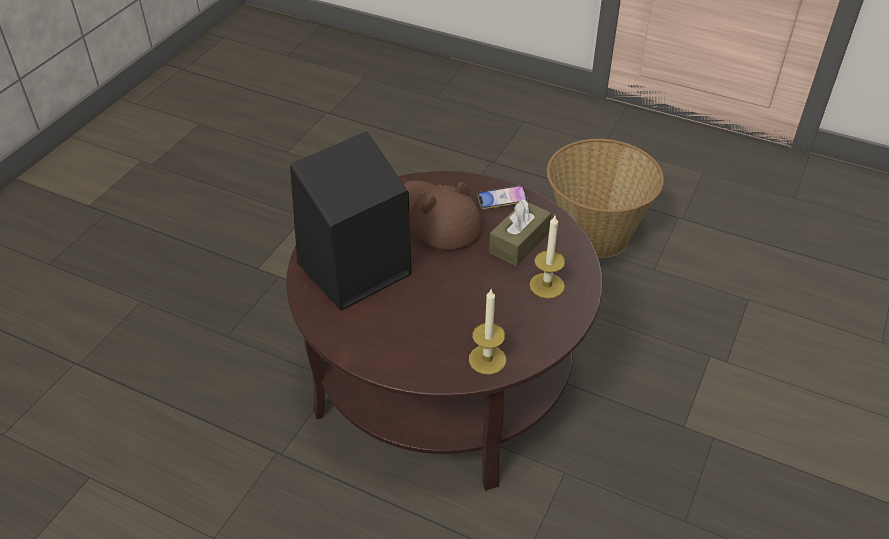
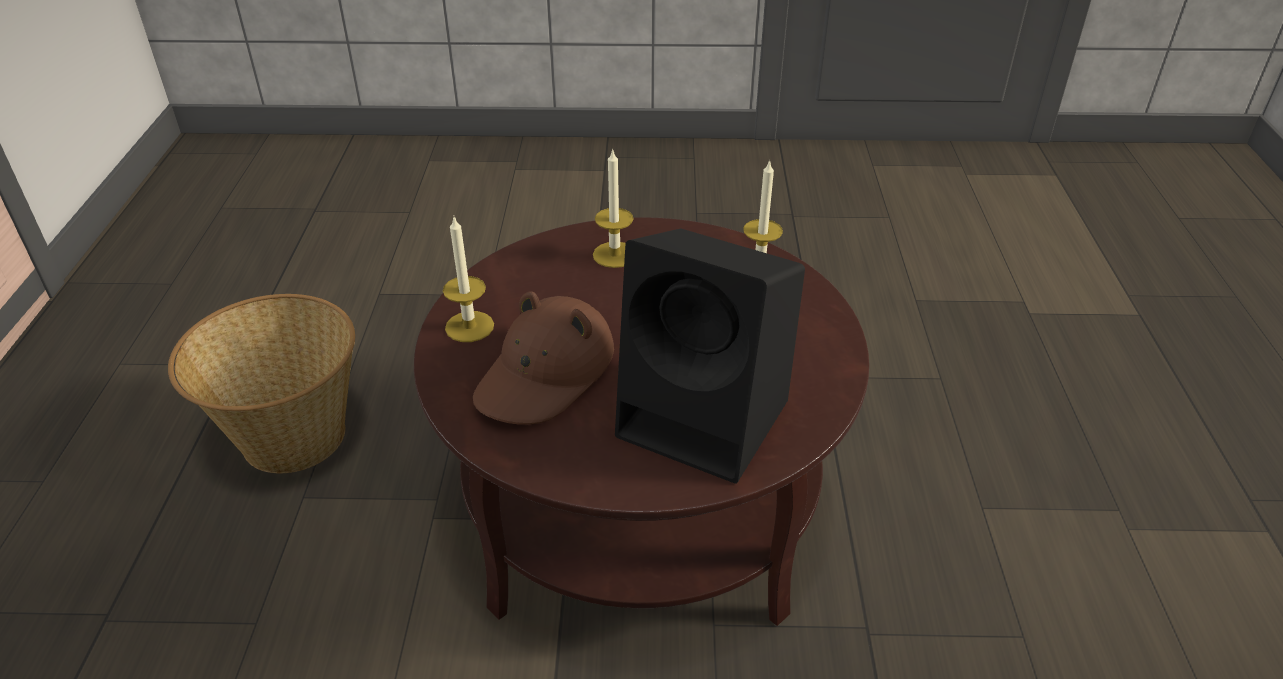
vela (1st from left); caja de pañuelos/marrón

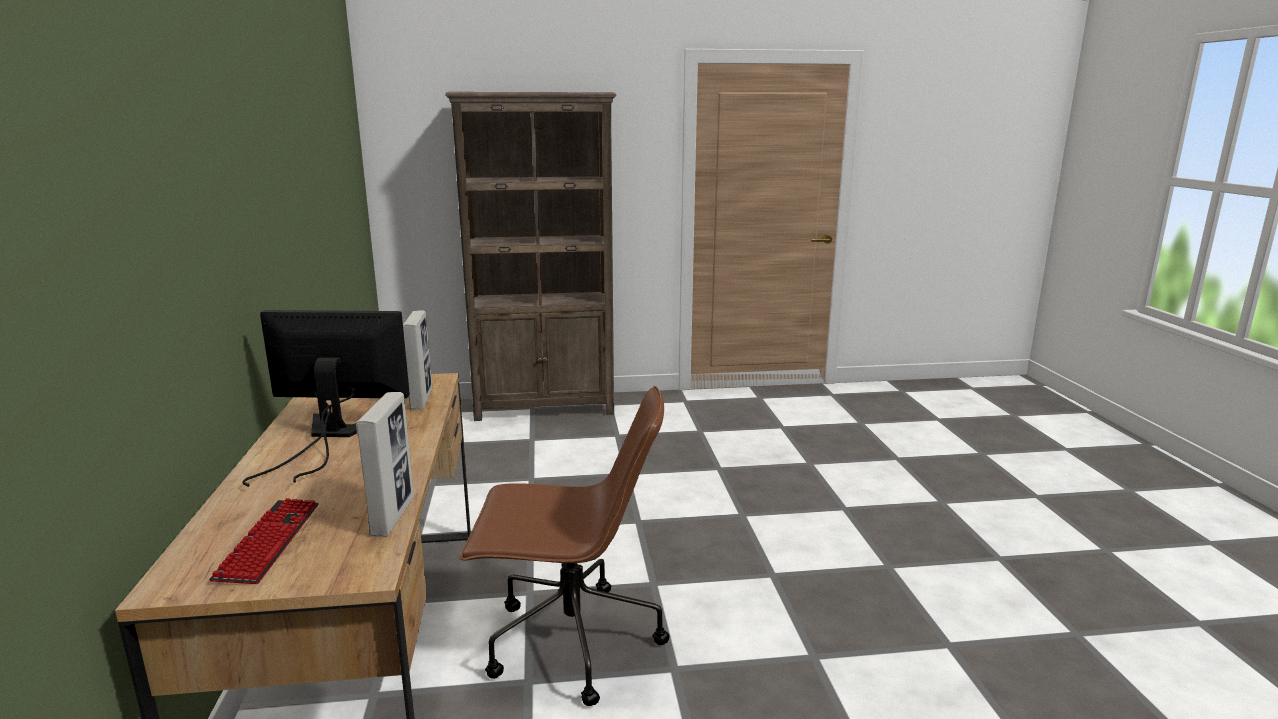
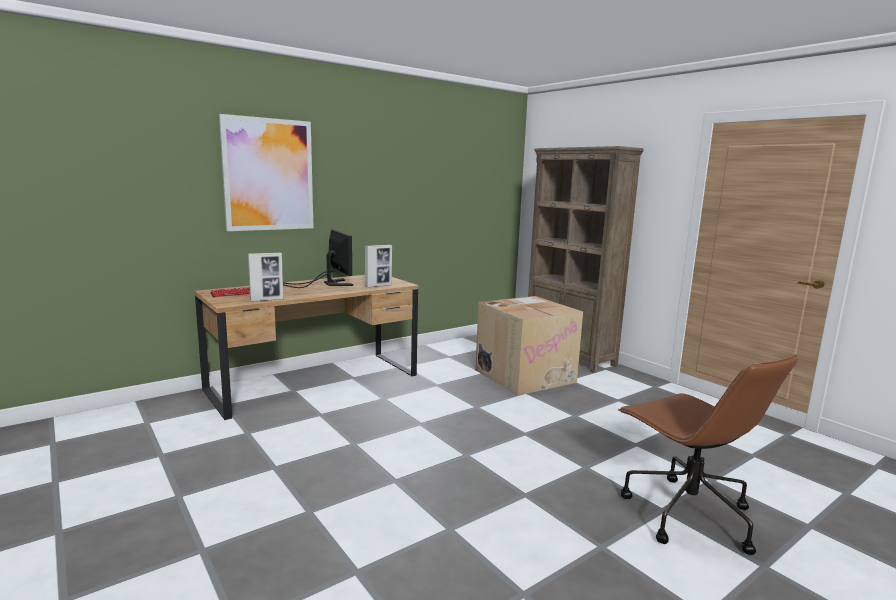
silla de oficina/marrón; cuadro; caja de cartón

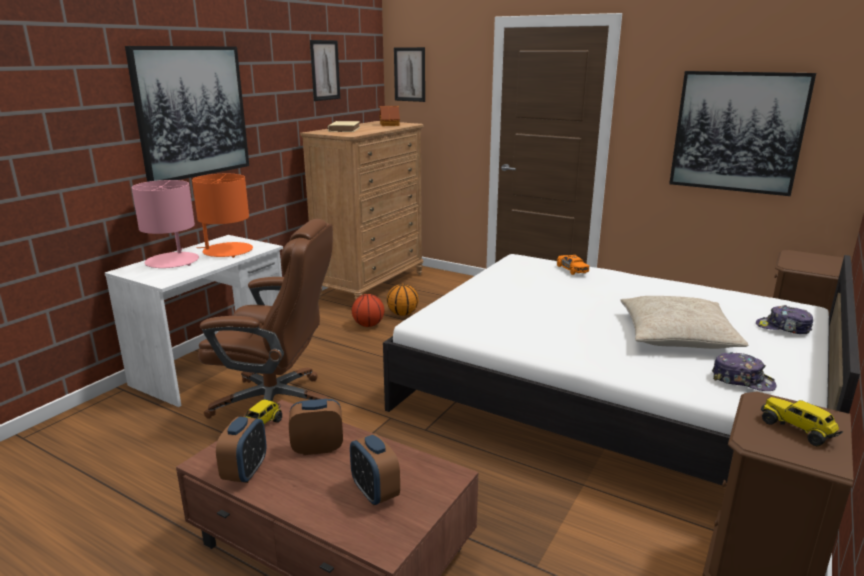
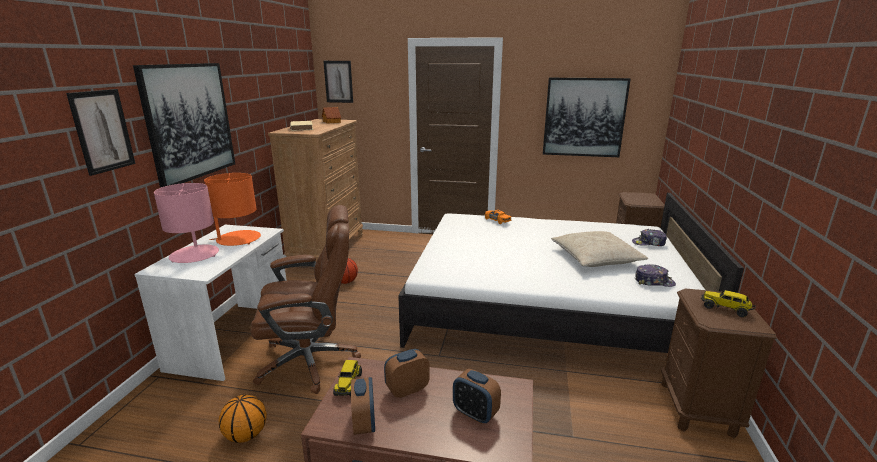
cuadro (1st from left); balón de baloncesto (1st from left)

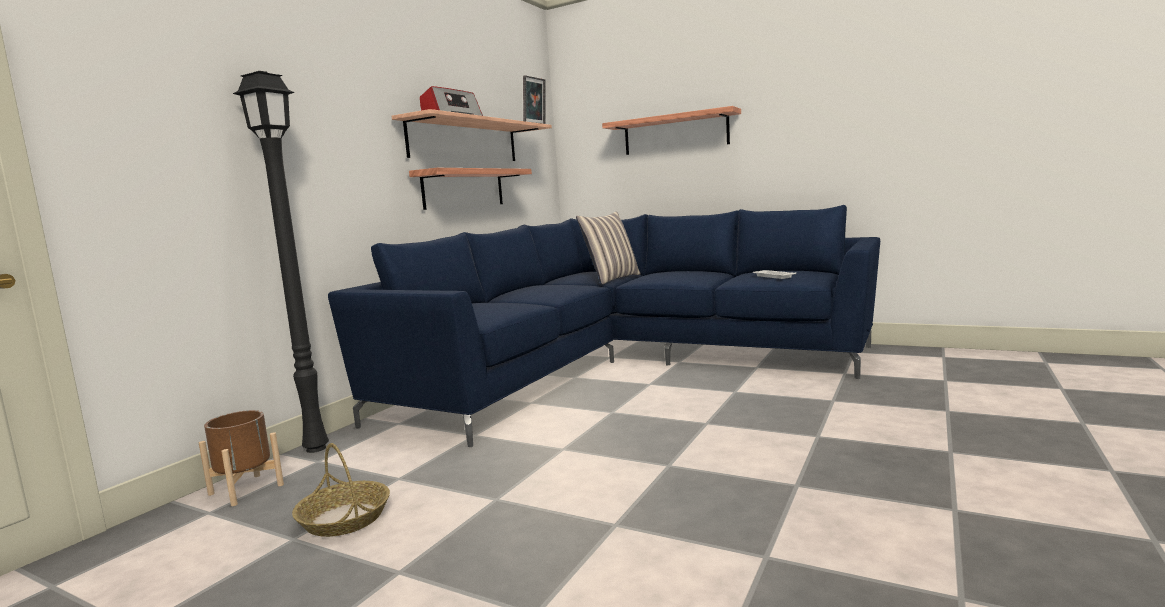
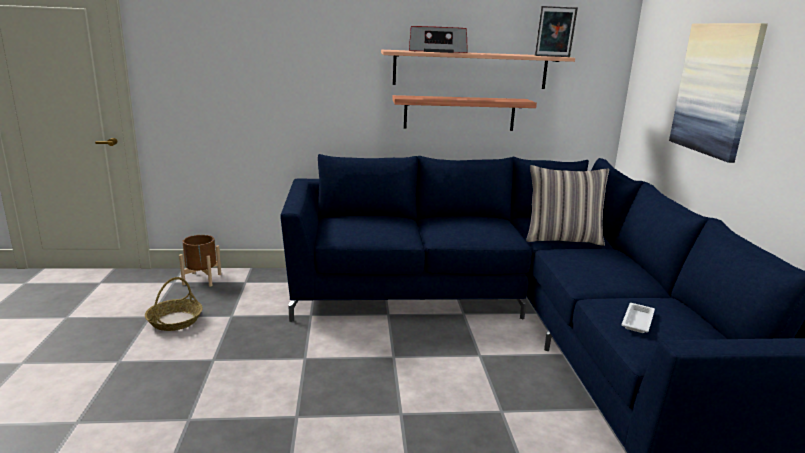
lámpara de pie/negro; cuadro

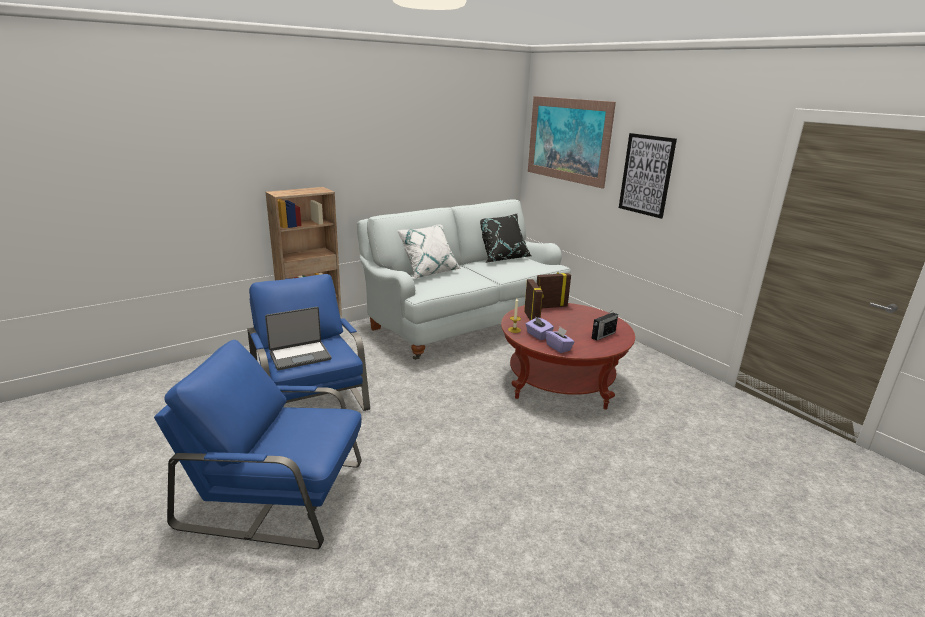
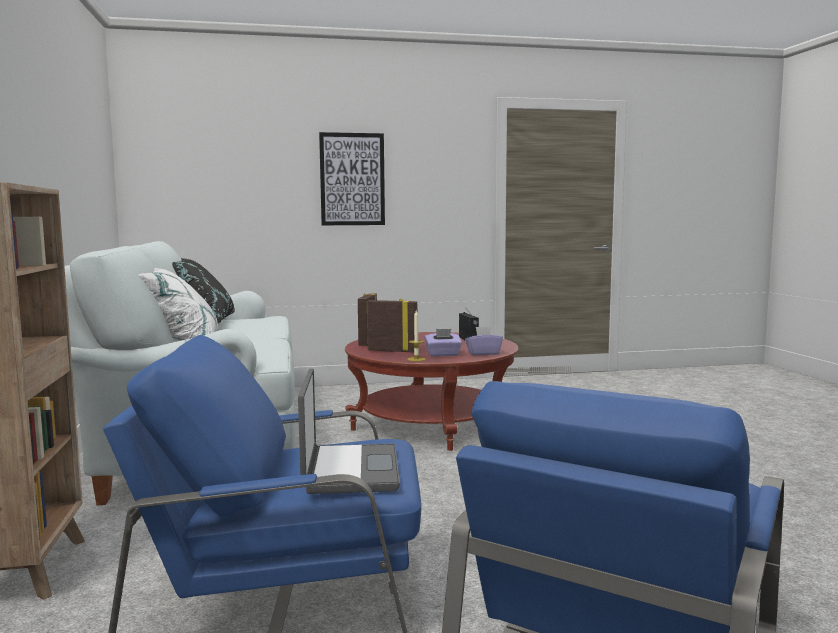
cuadro (1st from left in the first image)

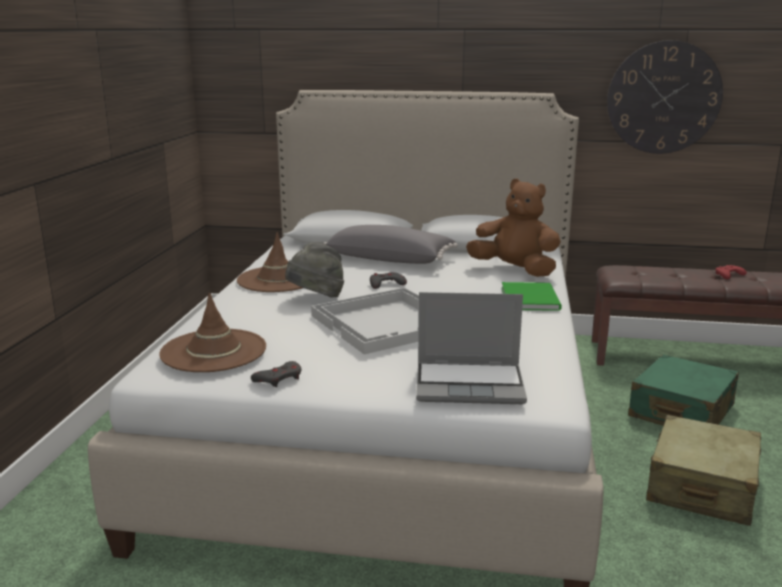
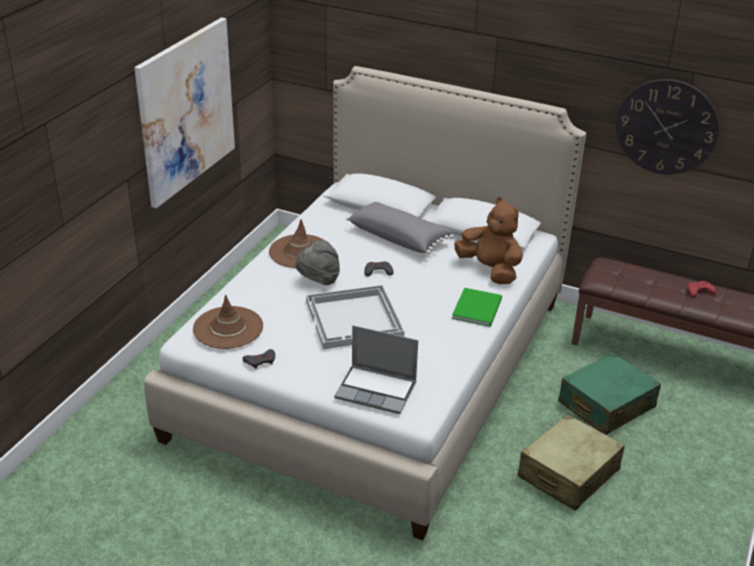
cuadro

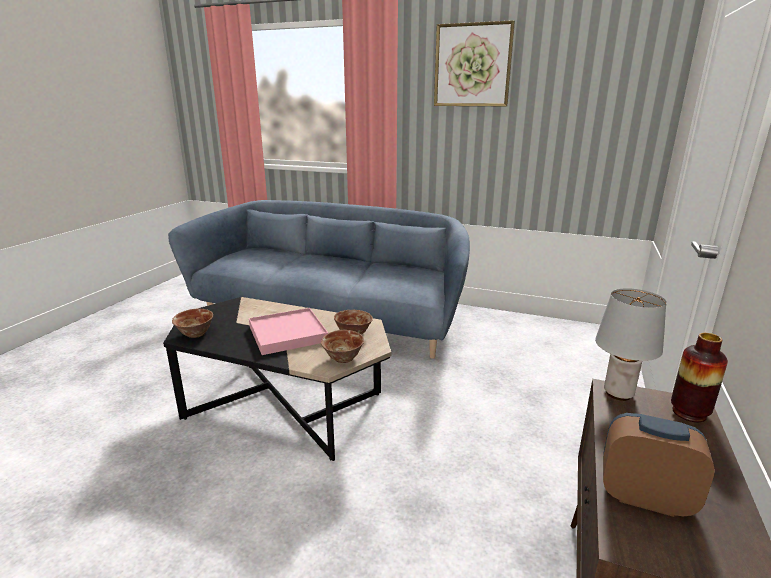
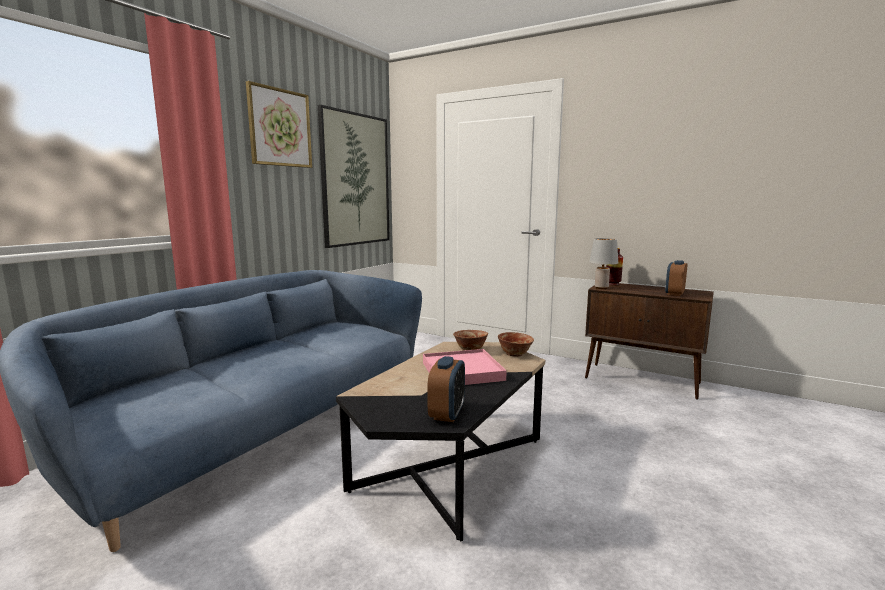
despertador (1st from left); cuadro (2nd from left)

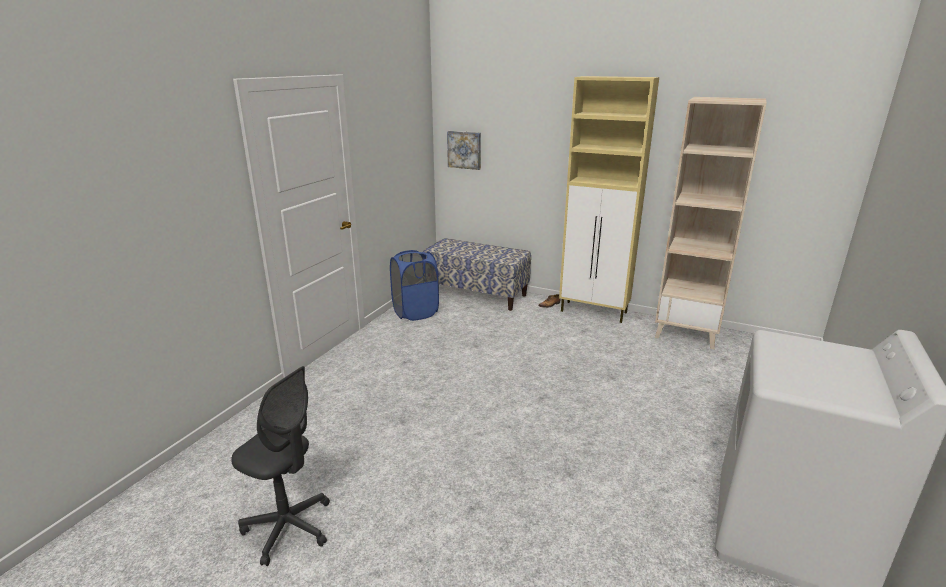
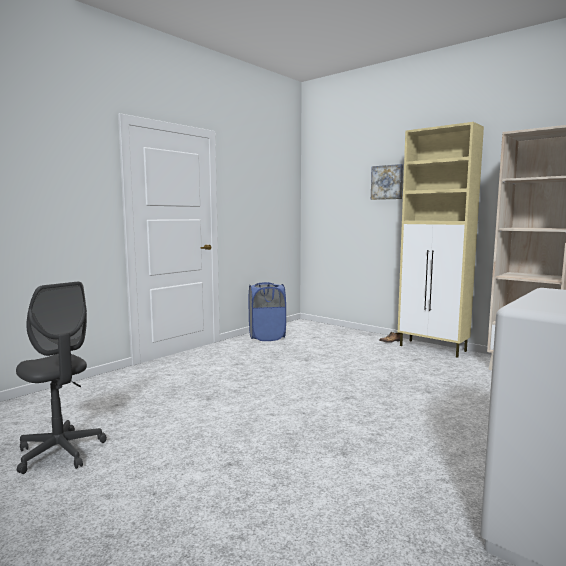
banco; cuadro

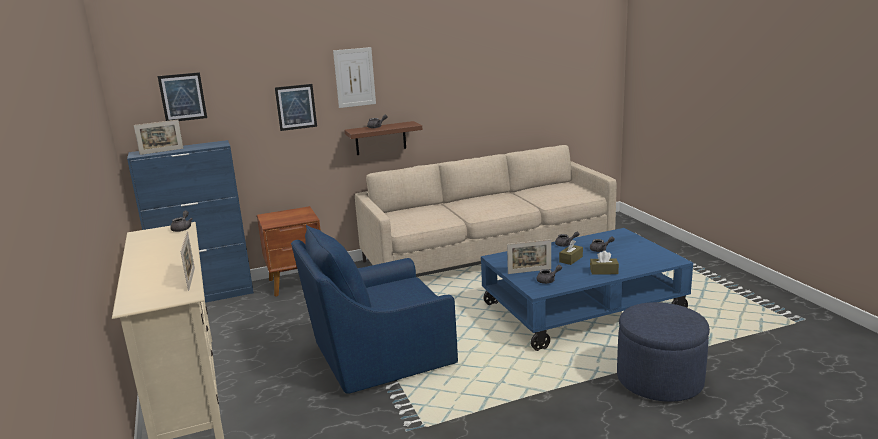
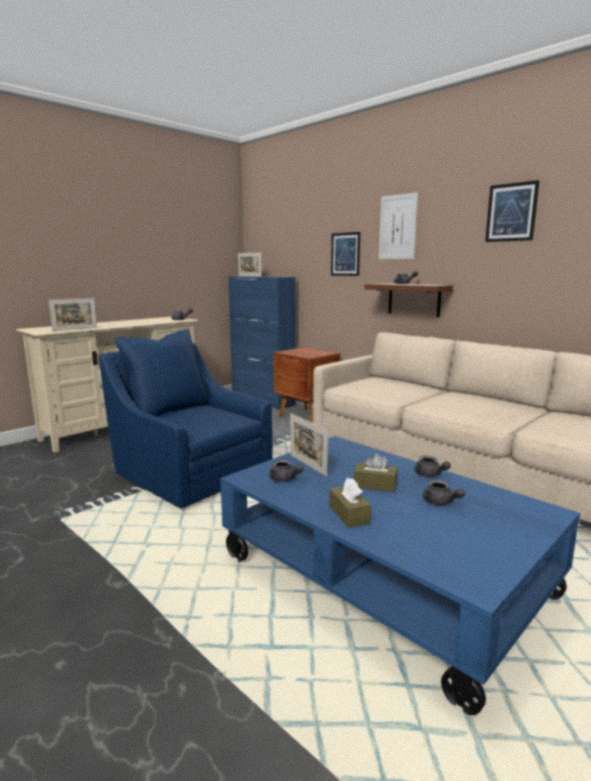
cuadro (3rd from left); puf/azul

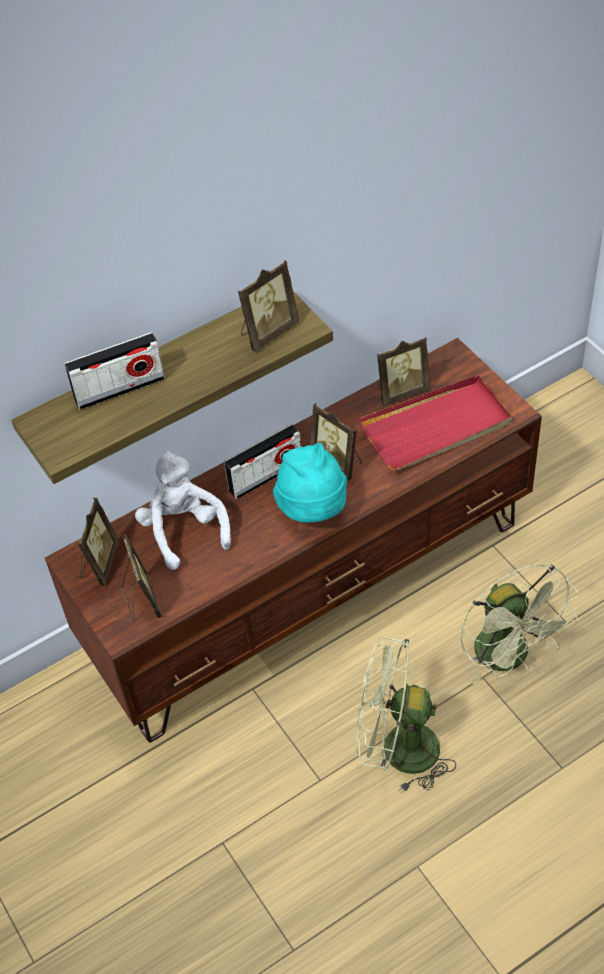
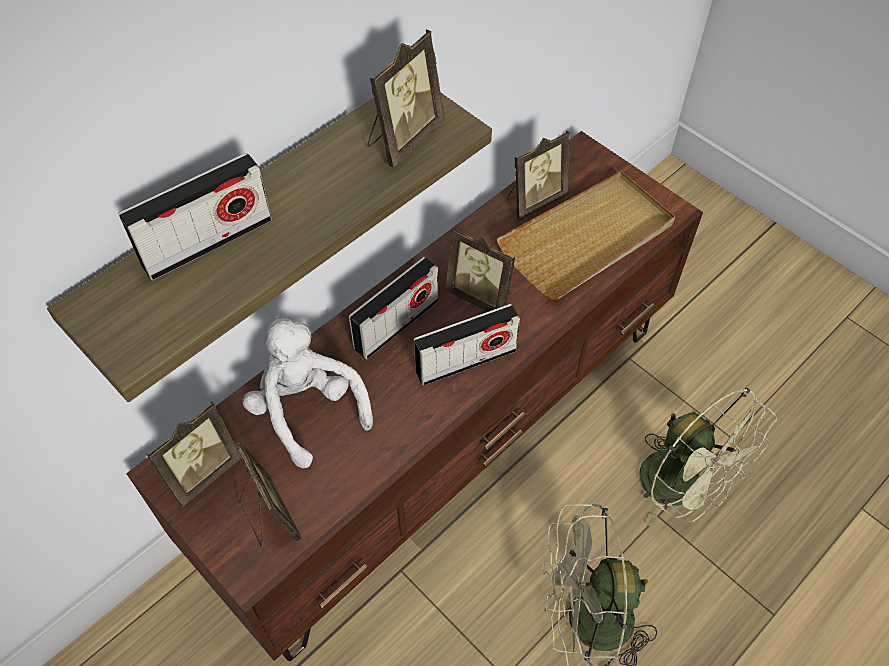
portarretratos (1st from left); radio (3rd from left); bandeja/beis

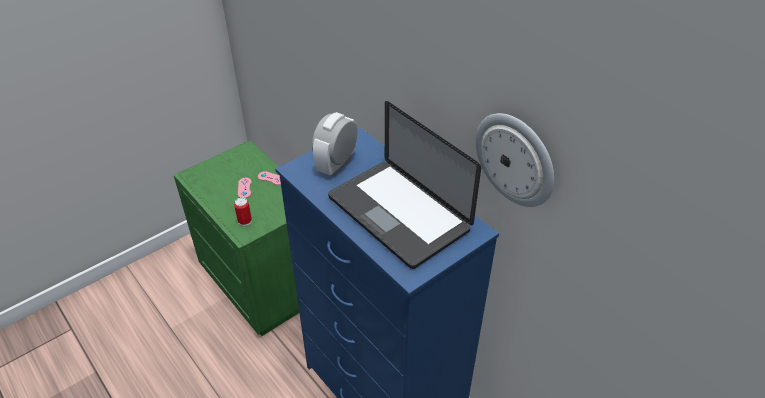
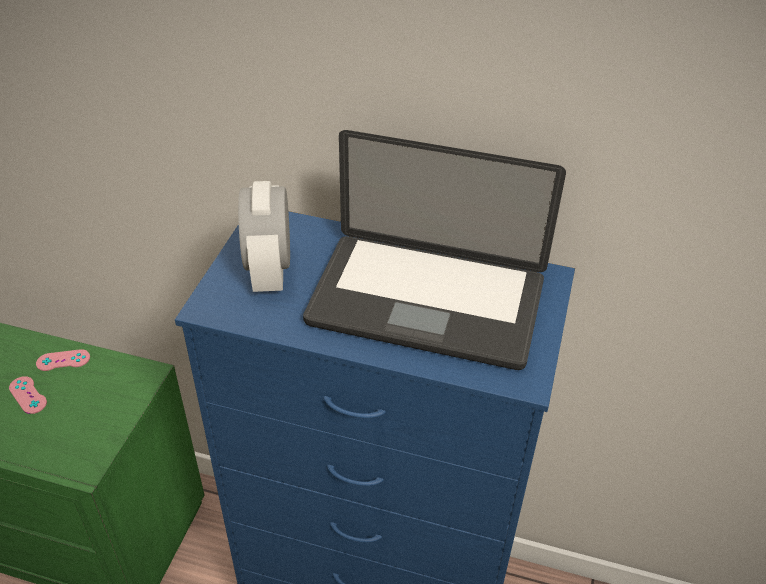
lata; reloj de pared

